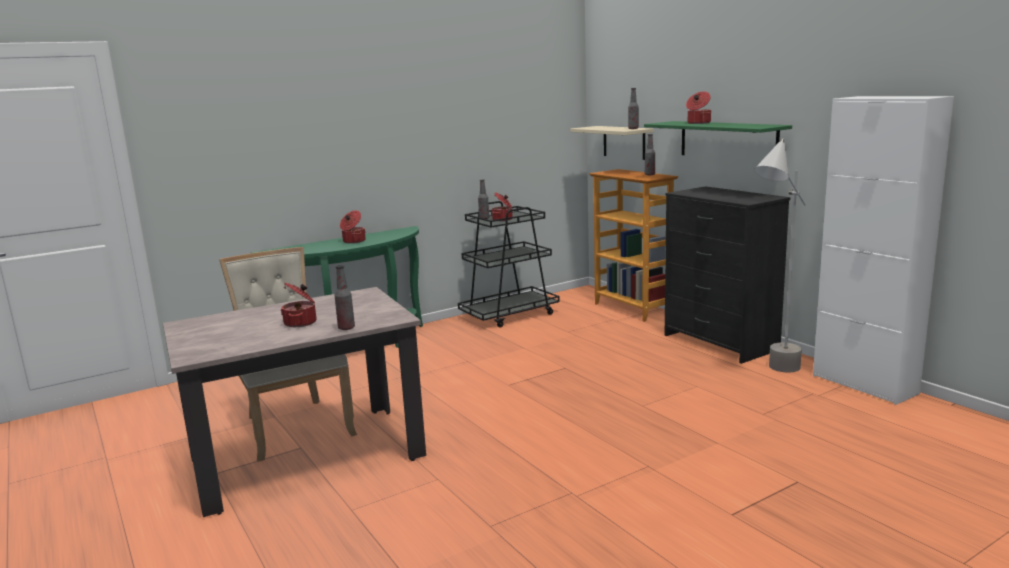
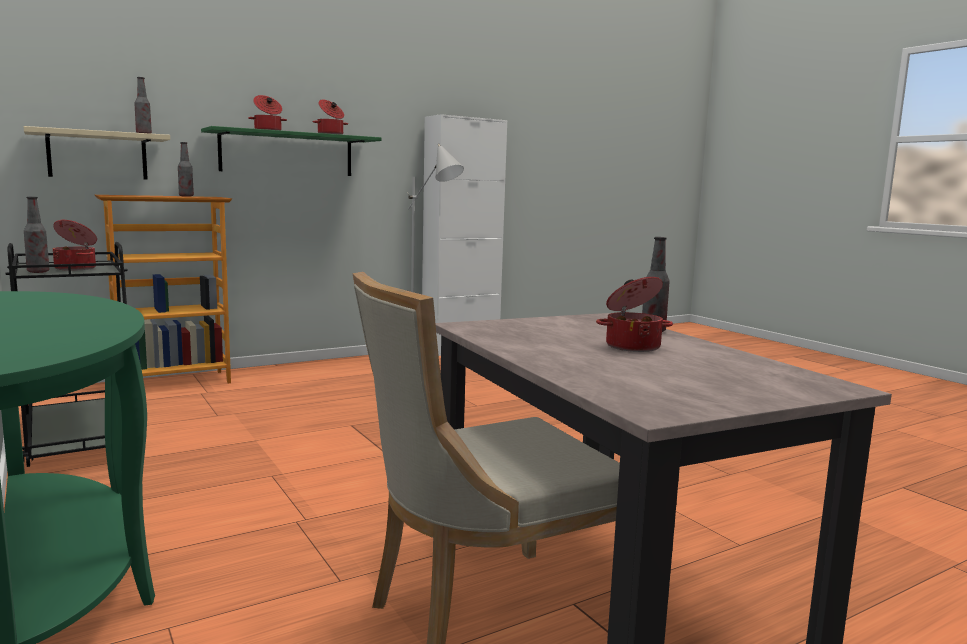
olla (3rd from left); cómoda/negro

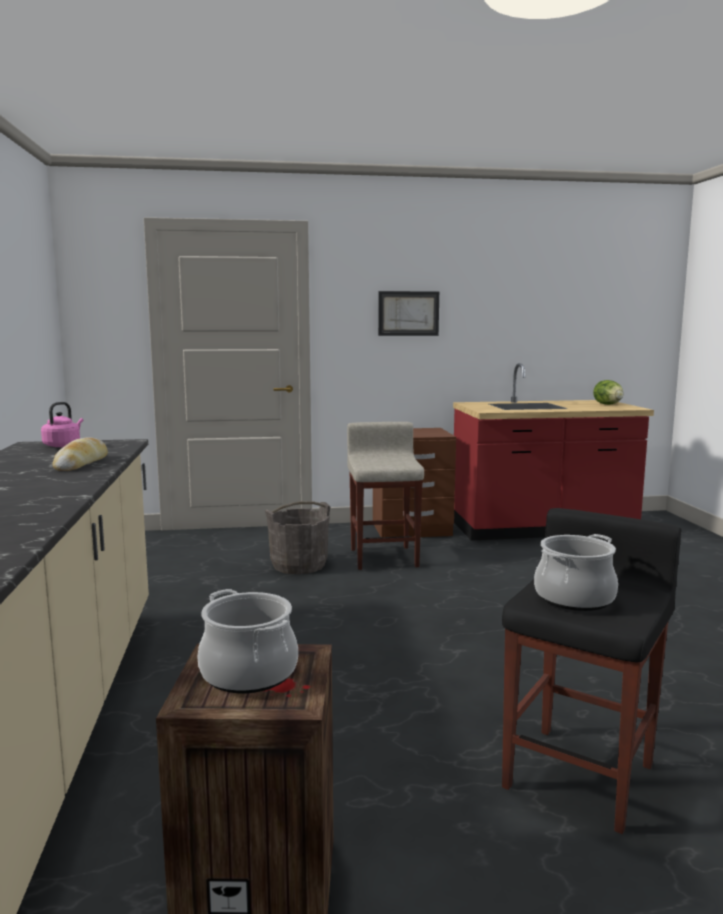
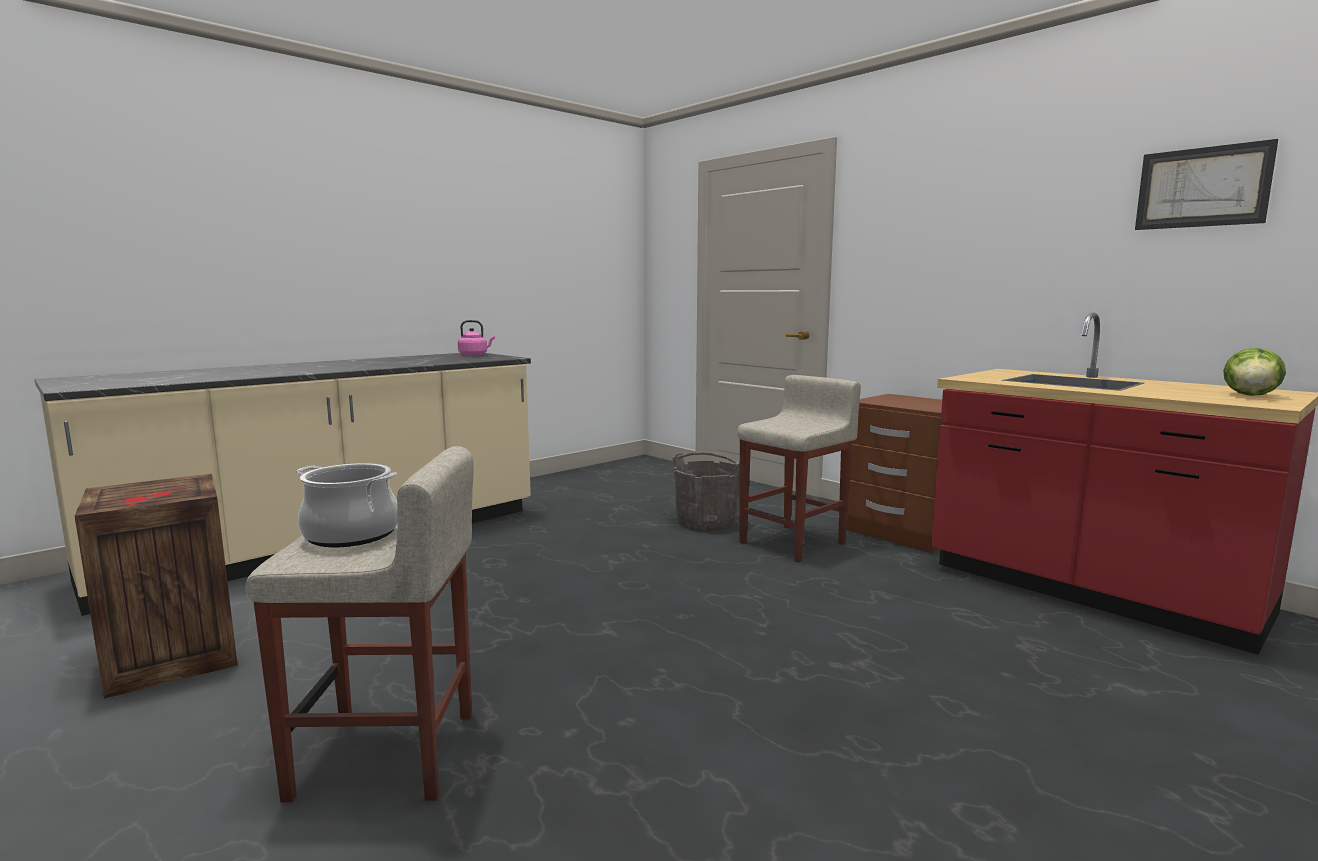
pan; olla (1st from left in the first image); cuadro; taburete/beis (1st from left)

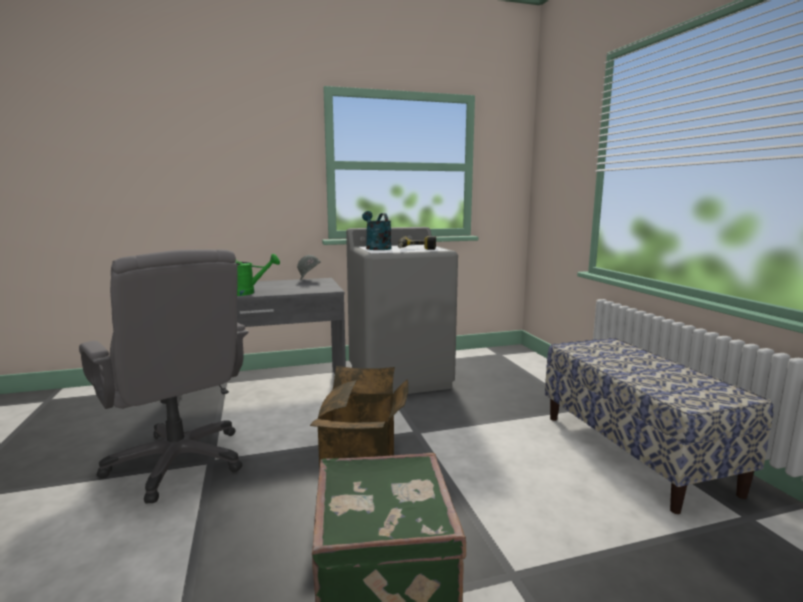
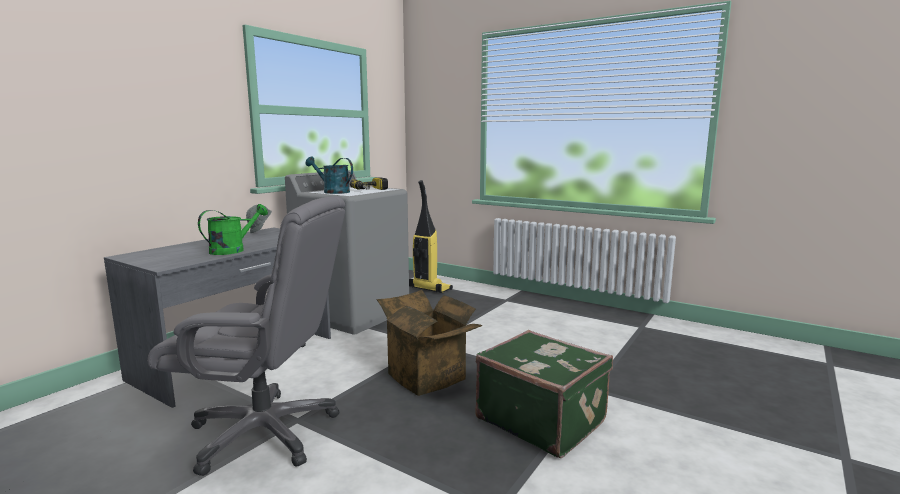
banco; aspiradora

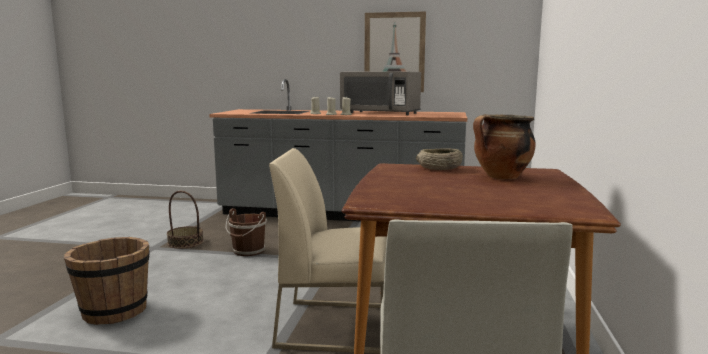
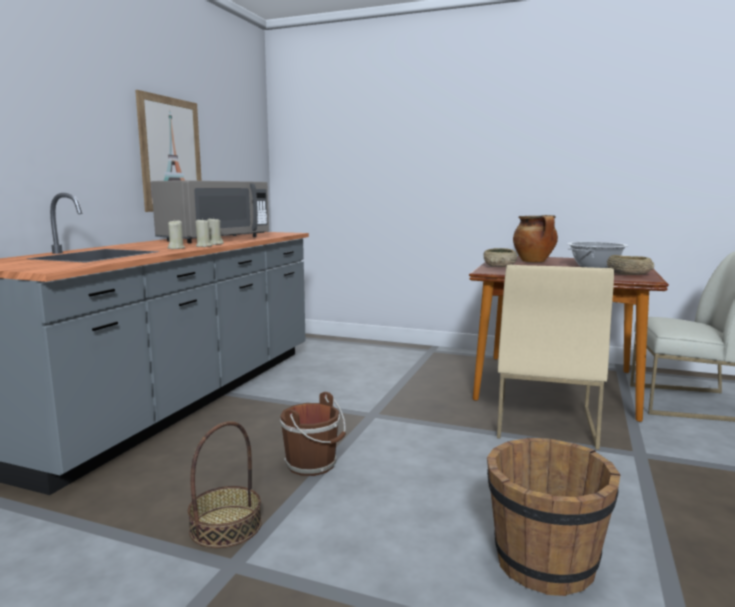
olla (2nd from left); cuenco/beis (2nd from left)

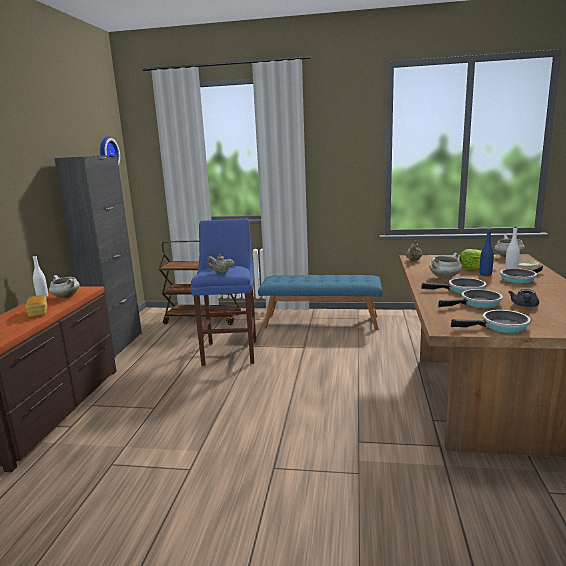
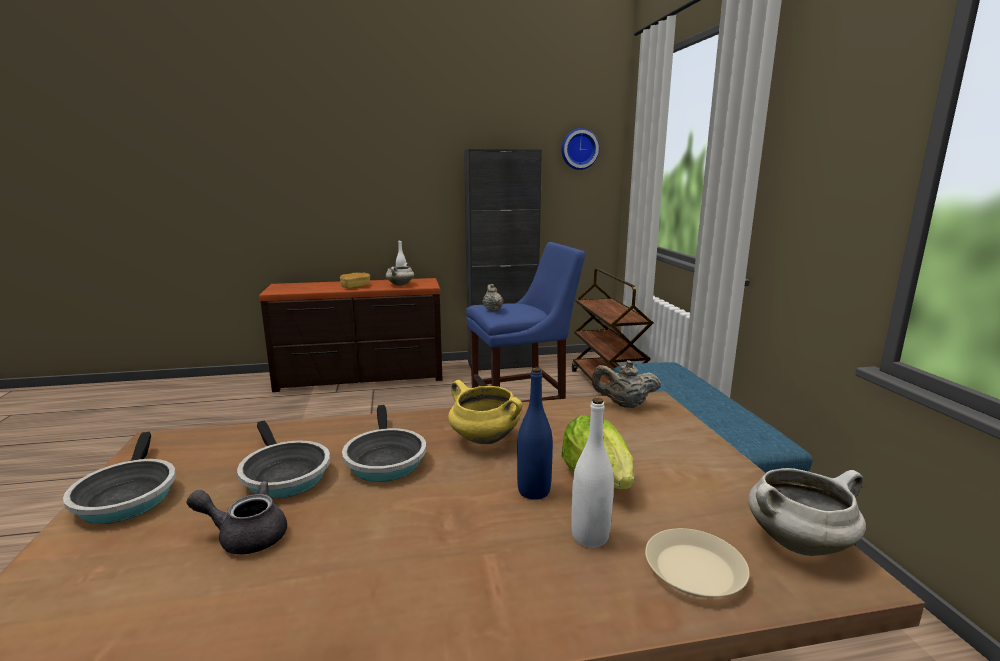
olla/amarillo; sartén (4th from left in the first image)

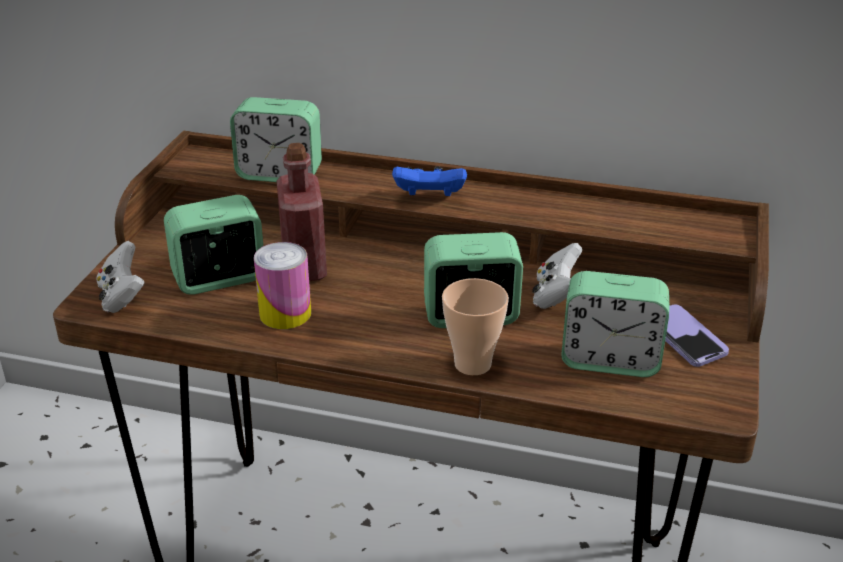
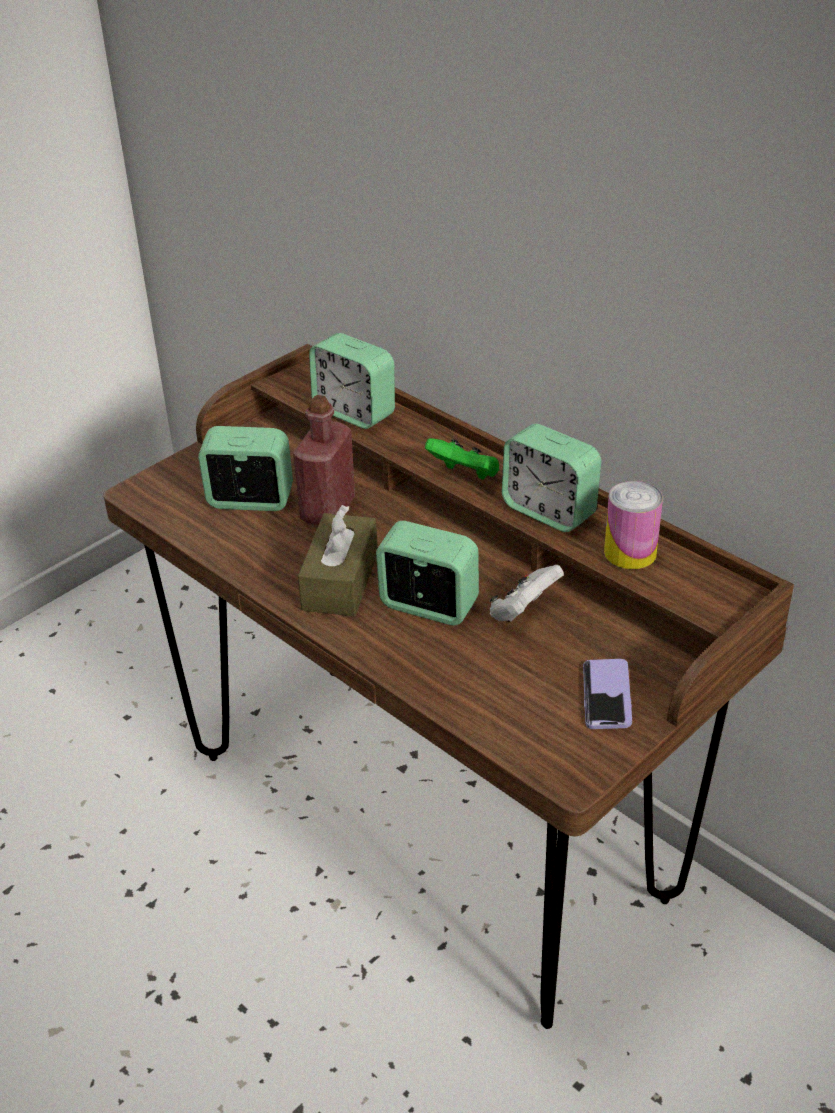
mando de consola/blanco (1st from left in the first image); lata; mando de consola/verde; taza; despertador (4th from left); caja de pañuelos/marrón

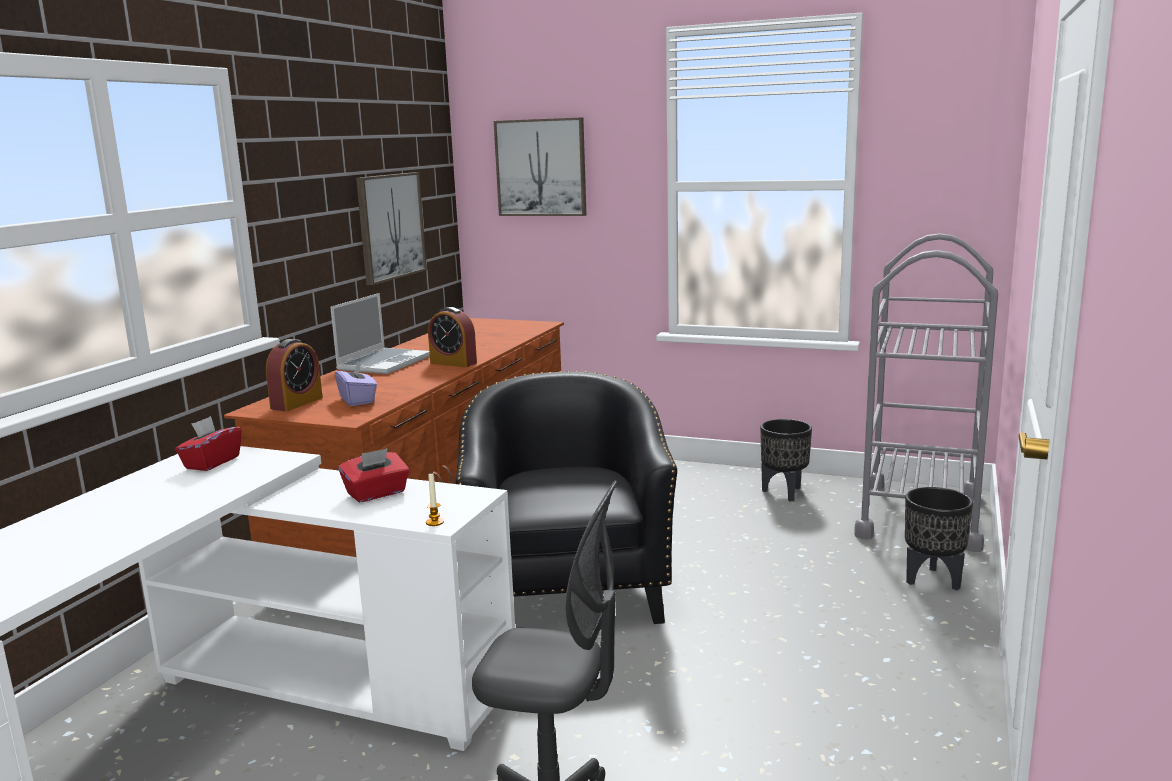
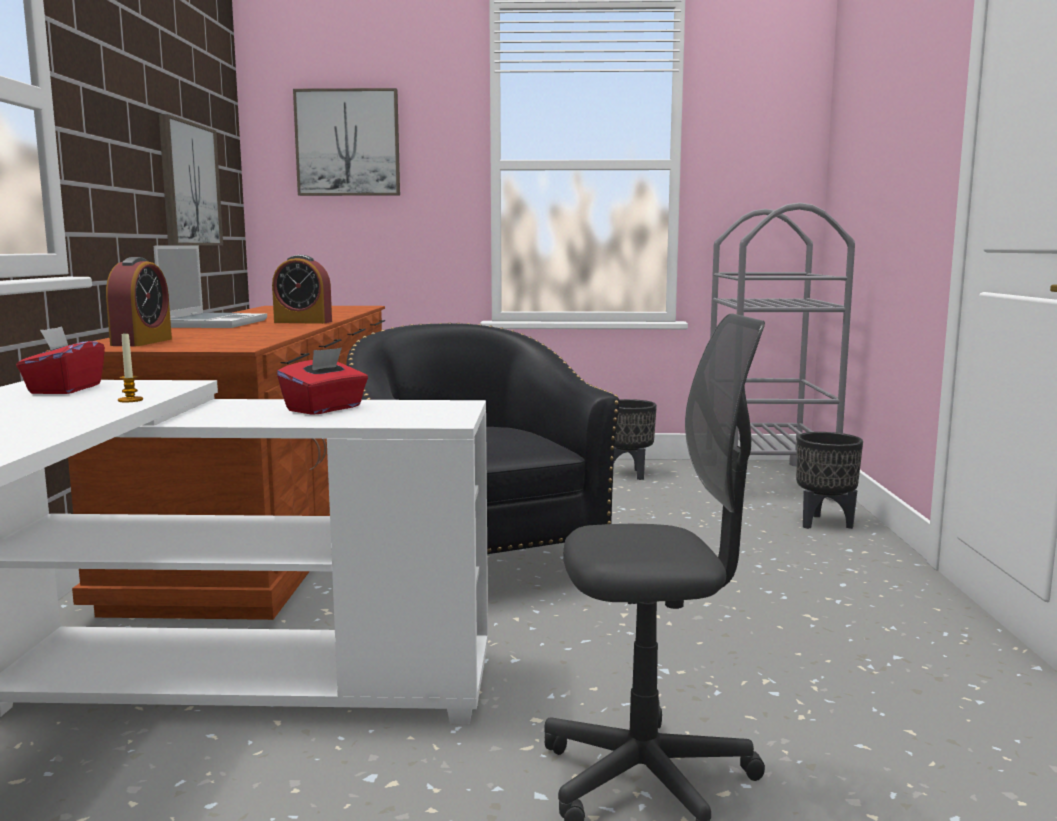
caja de pañuelos/morado; vela

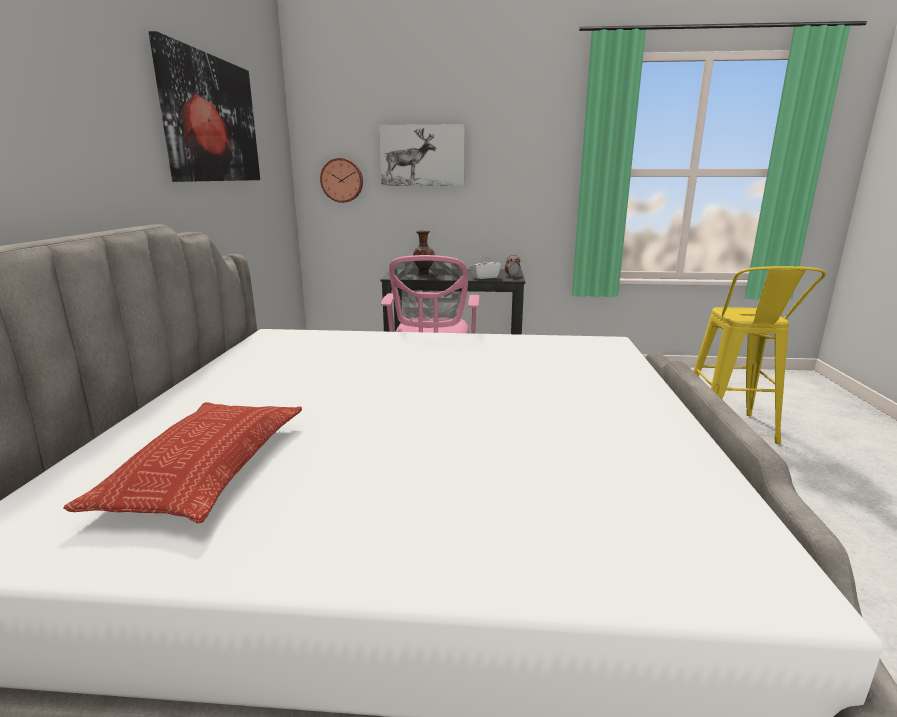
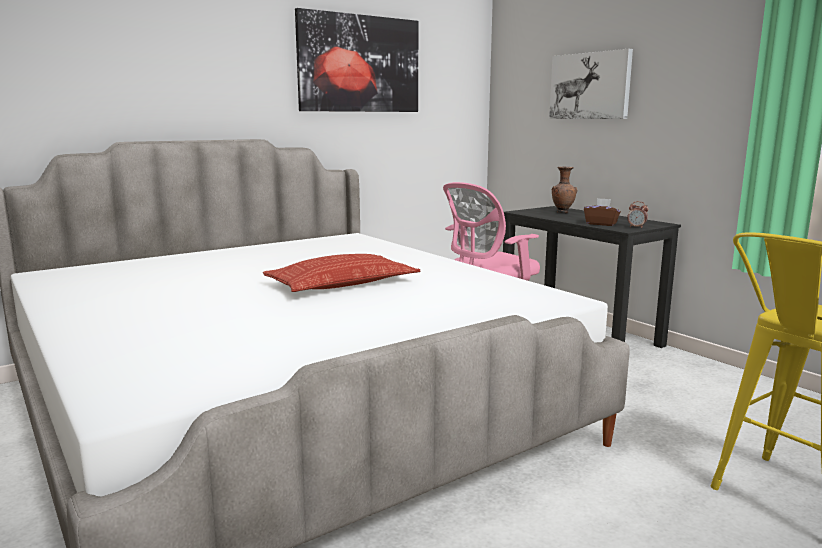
cojín; reloj de pared; caja de pañuelos/marrón

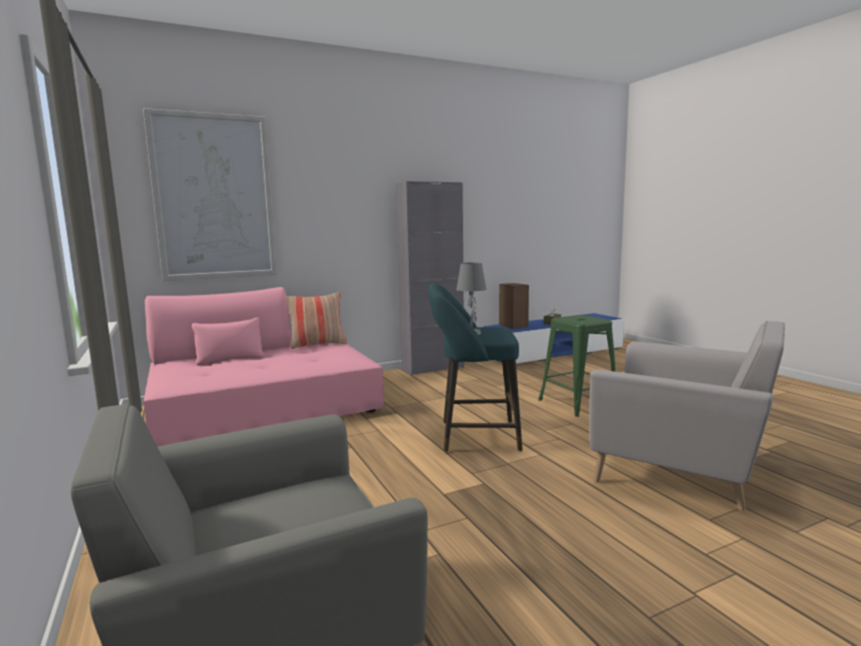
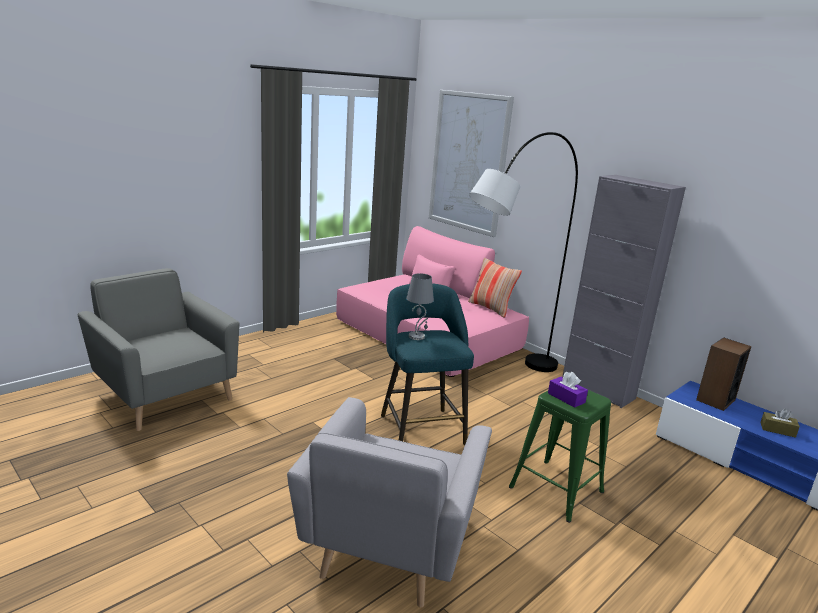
lámpara de pie/gris; caja de pañuelos/morado

